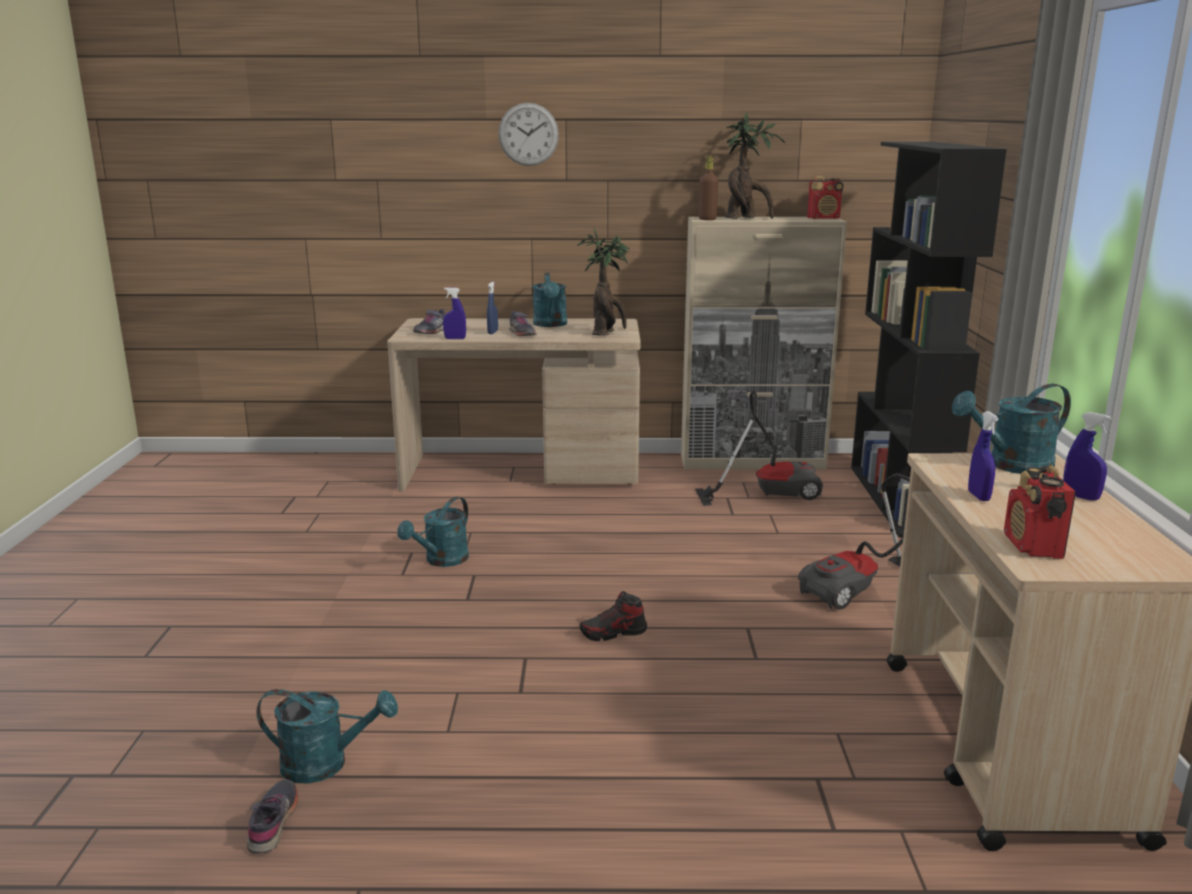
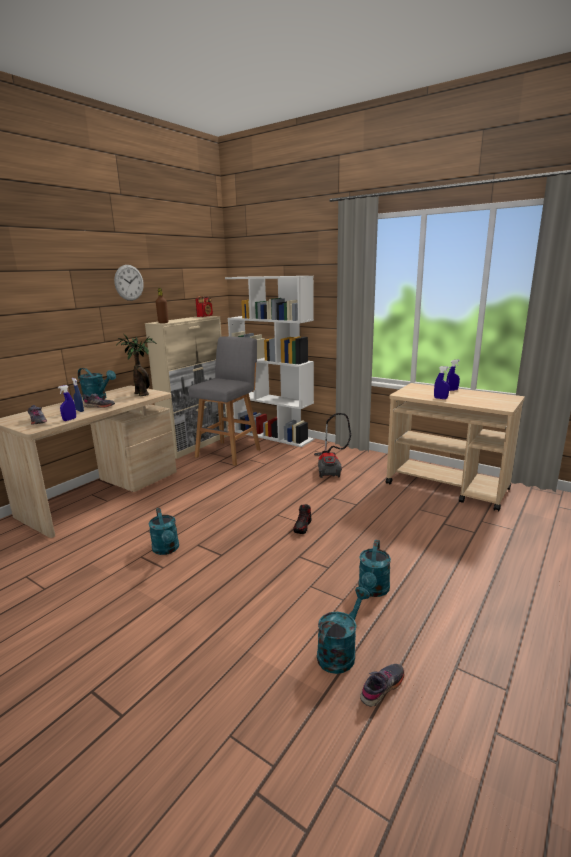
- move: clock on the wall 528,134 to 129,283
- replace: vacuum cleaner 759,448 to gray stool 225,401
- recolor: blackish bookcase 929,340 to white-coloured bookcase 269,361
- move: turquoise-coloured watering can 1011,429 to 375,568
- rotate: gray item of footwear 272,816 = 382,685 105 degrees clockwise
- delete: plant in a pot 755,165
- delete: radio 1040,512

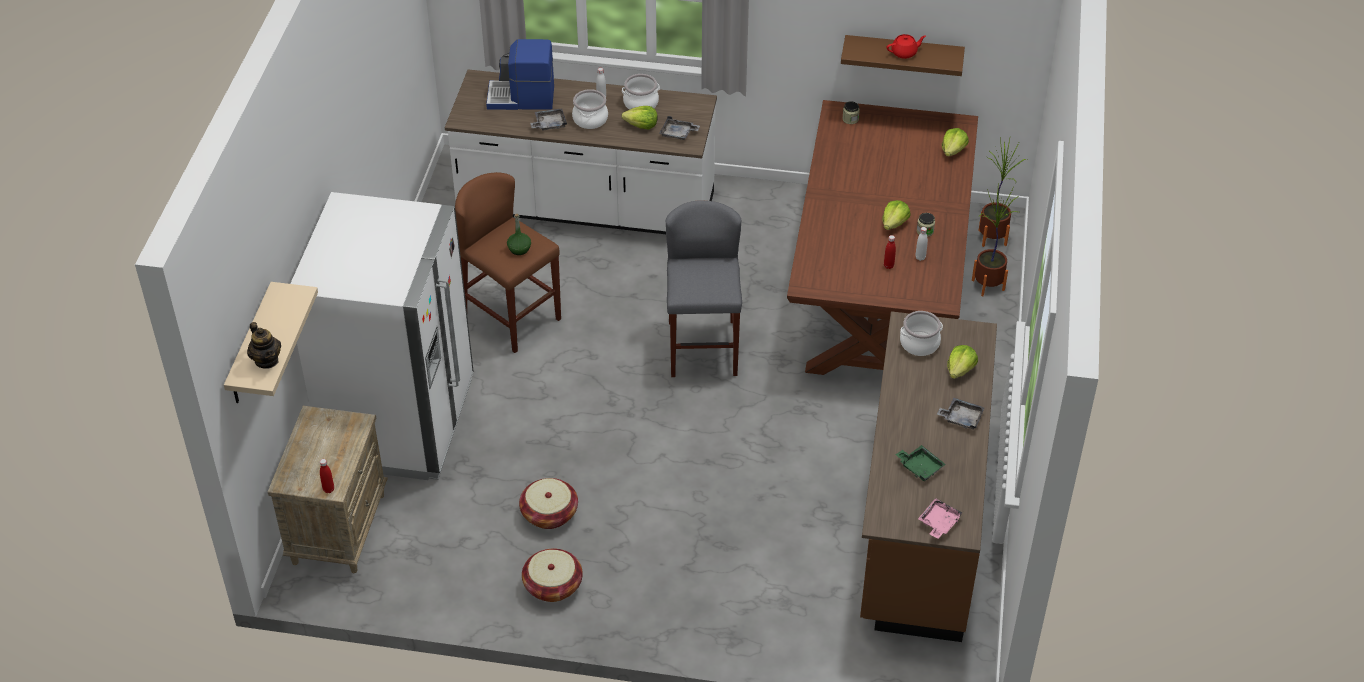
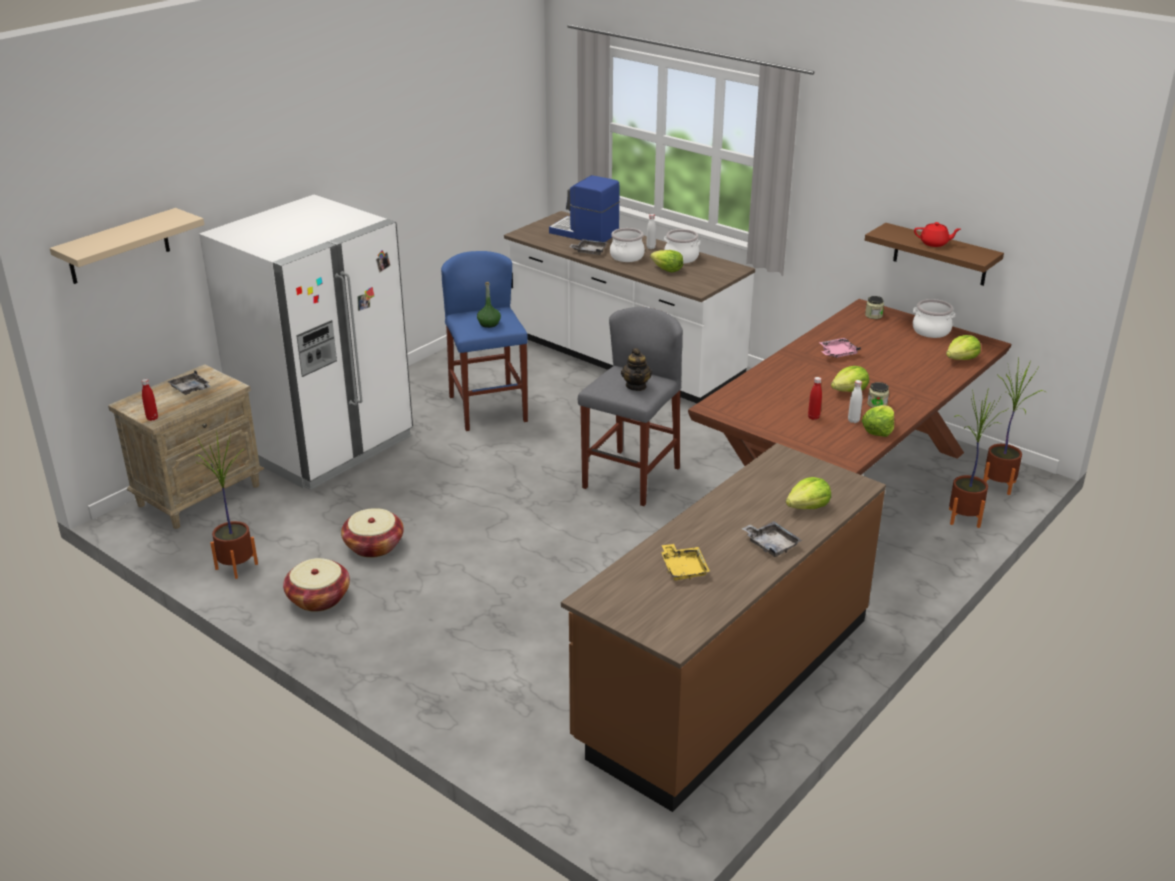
- move: gray serving tray 679,128 to 189,382
- insert: plant in a pot 226,504
- recolor: brown-coloured stool 508,262 to blue stool 484,341
- move: pot for tea 264,345 to 636,369
- recolor: greenish serving tray 921,463 to yellow-coloured serving tray 685,562
- move: pinkish serving tray 940,518 to 840,348
- insert: lettuce head 878,421
- move: cooking pot 921,333 to 934,318

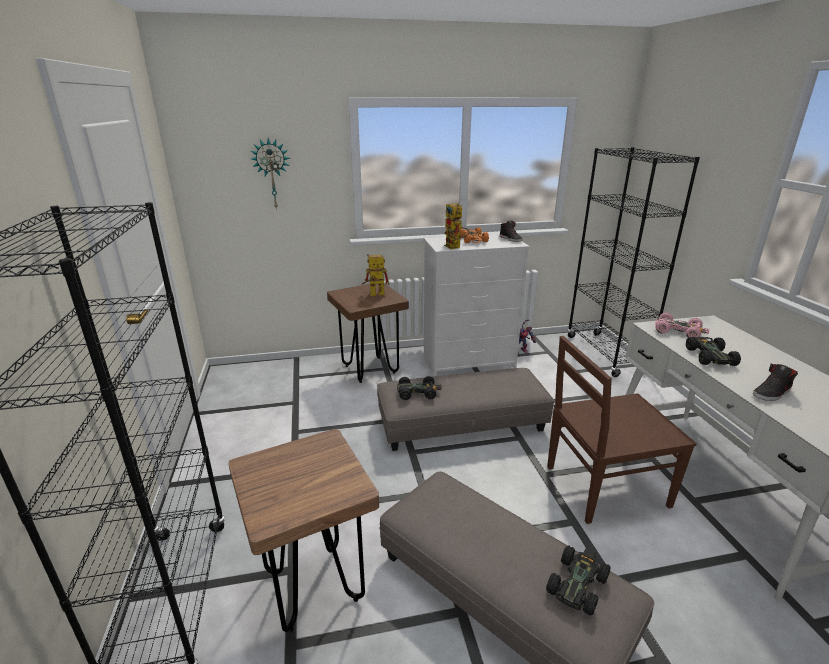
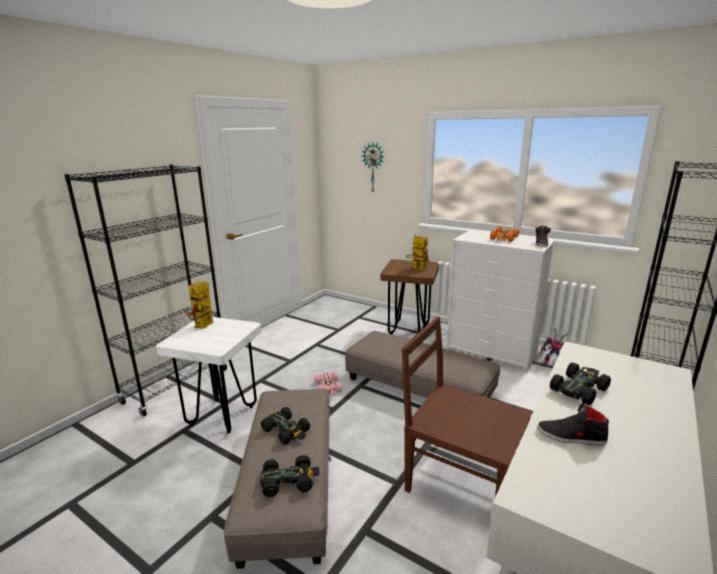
- recolor: brown-coloured stool 303,530 to white-coloured stool 208,375
- move: toy robot 457,226 to 200,305
- move: blackish model car 419,388 to 285,426
- move: pinkish model car 682,325 to 328,383

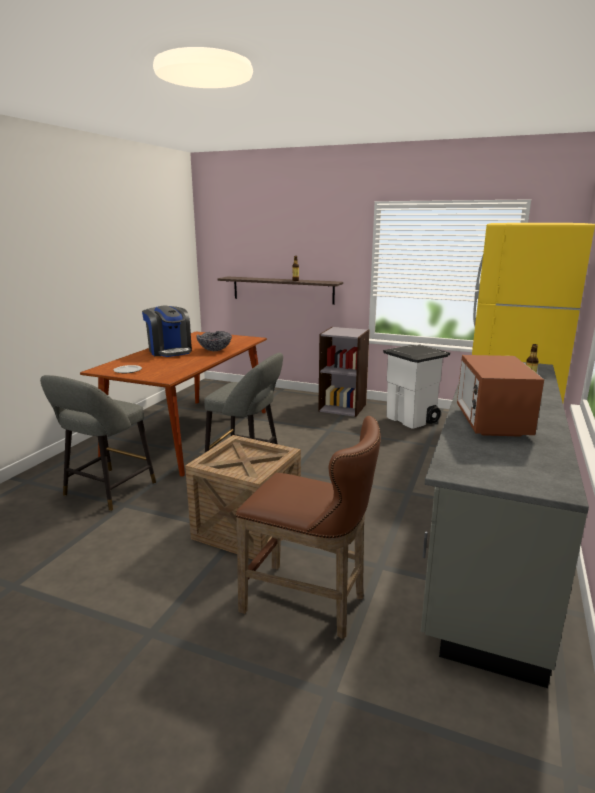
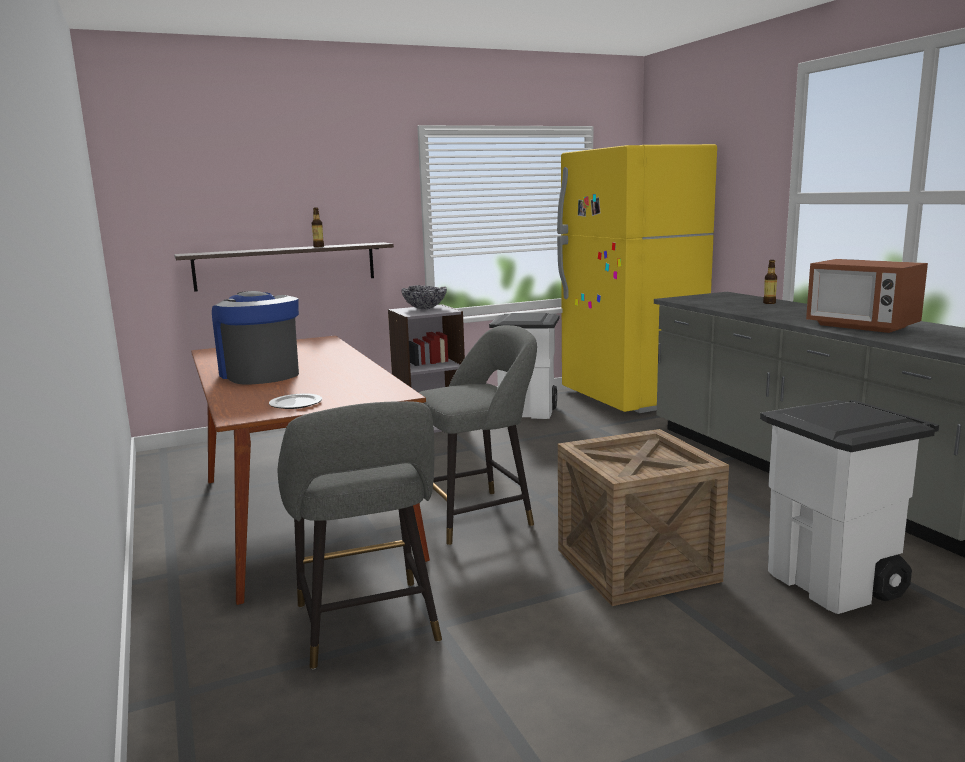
- rotate: coffee maker 167,331 = 255,338 135 degrees counterclockwise
- move: deep dish 214,341 to 424,297
- replace: brown-coloured stool 308,527 to white-coloured rubbish bin 849,507

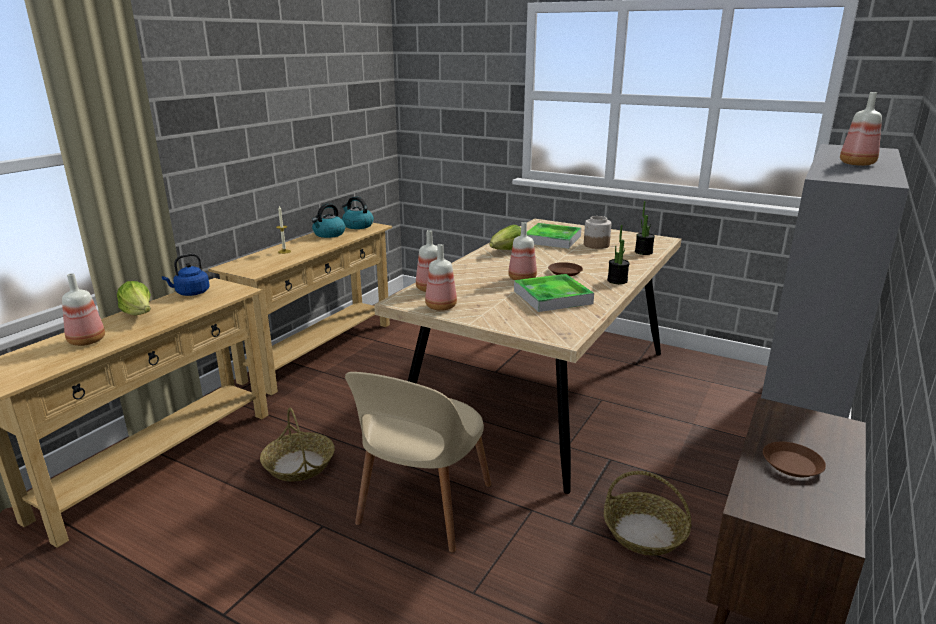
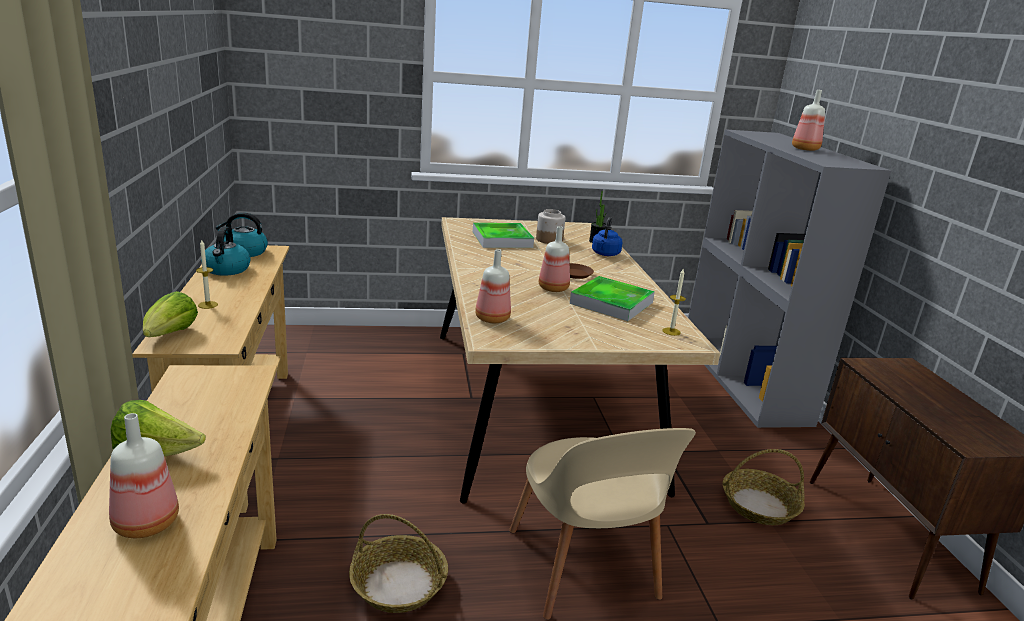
- move: lettuce head 505,237 to 170,314
- move: blue tea kettle 186,274 to 607,236
- insert: wax light 674,302
- delete: beverage bottle 441,277
- delete: plant in a pot 618,254
- delete: brown-coloured dinner plate 794,459

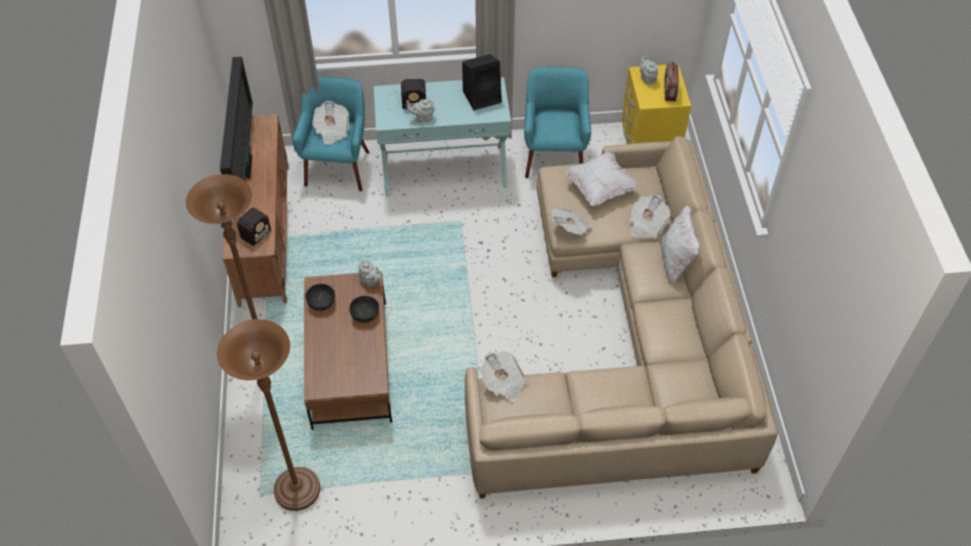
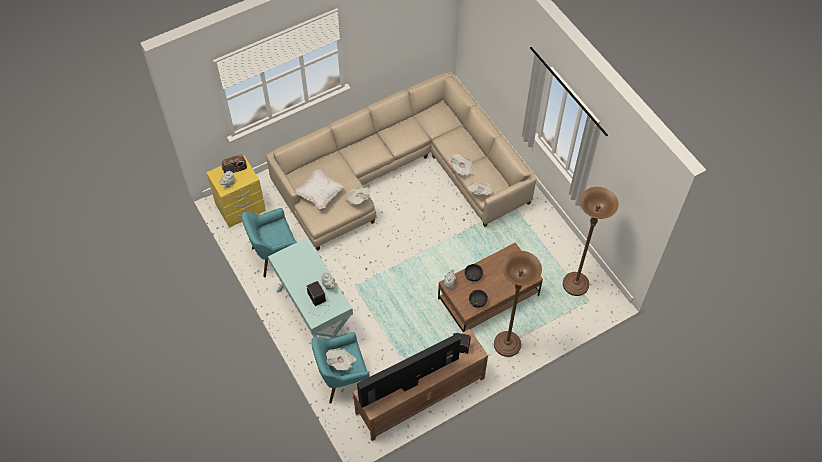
- move: daily paper 650,217 to 463,164
- delete: blackish audio speaker 482,82
- delete: white-coloured throw pillow 680,245

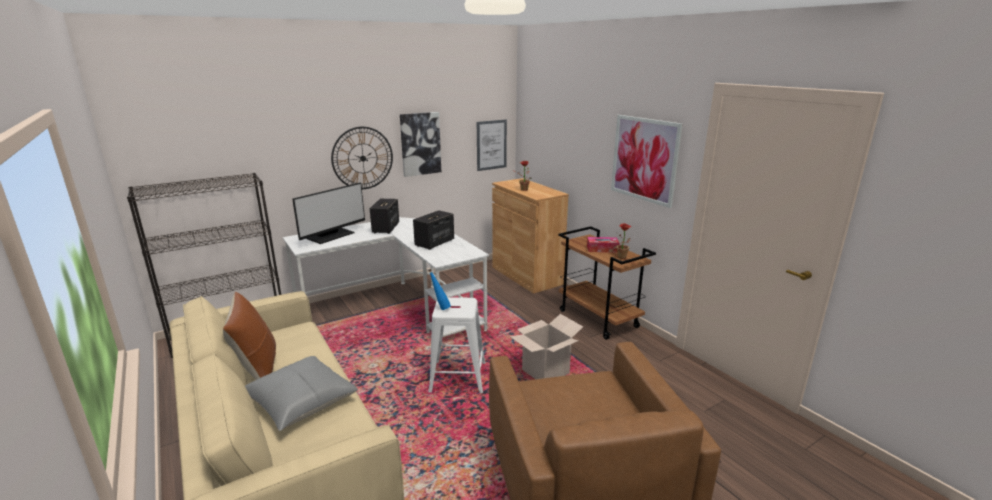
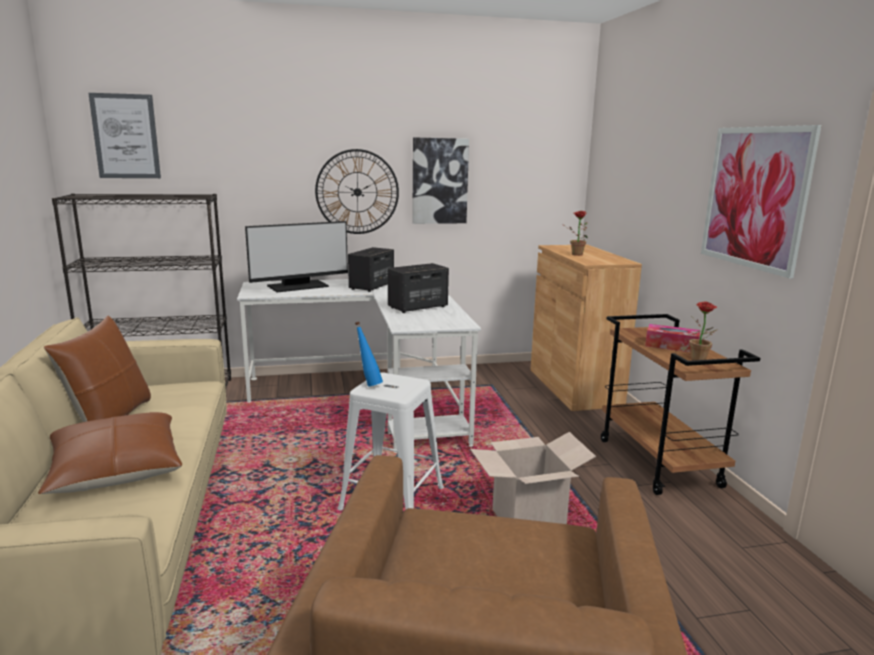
- recolor: gray throw pillow 301,393 to brown-coloured throw pillow 110,453
- move: picture 492,145 to 124,135

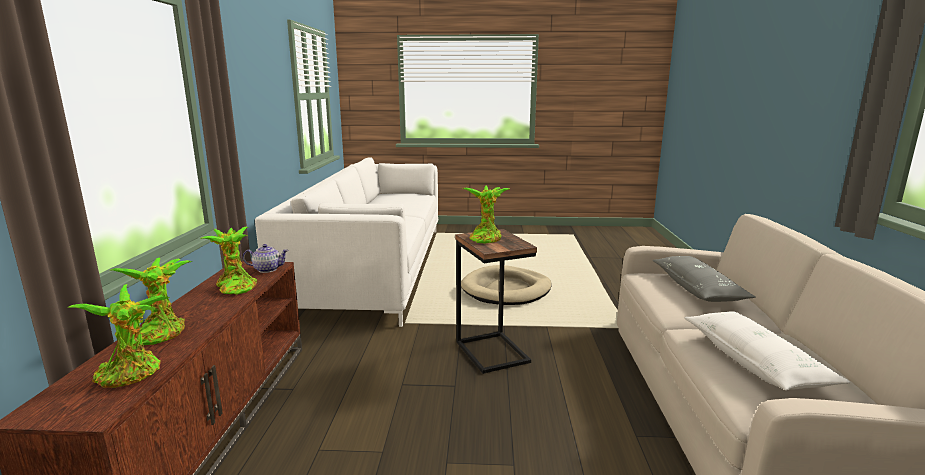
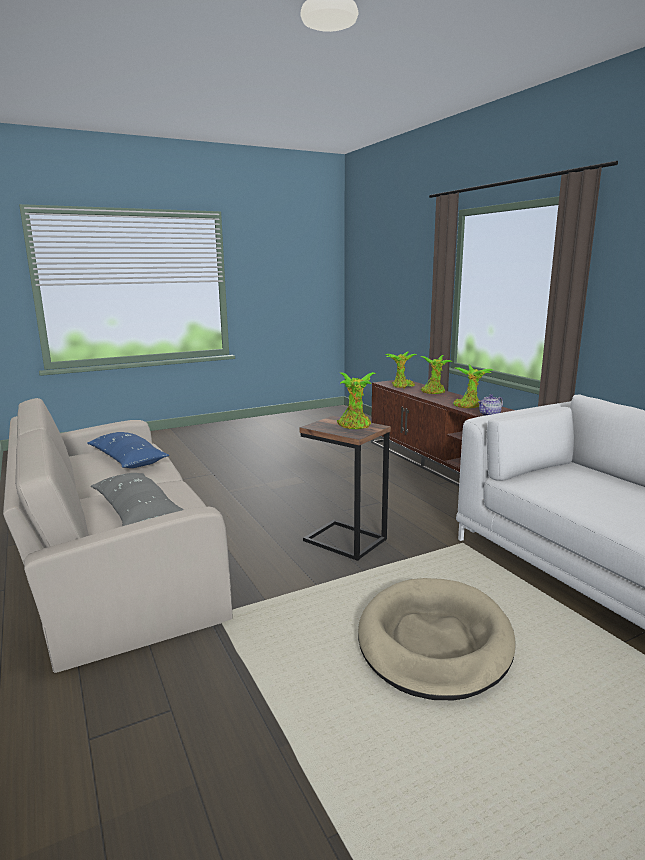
- recolor: white-coloured throw pillow 767,350 to blue throw pillow 128,450

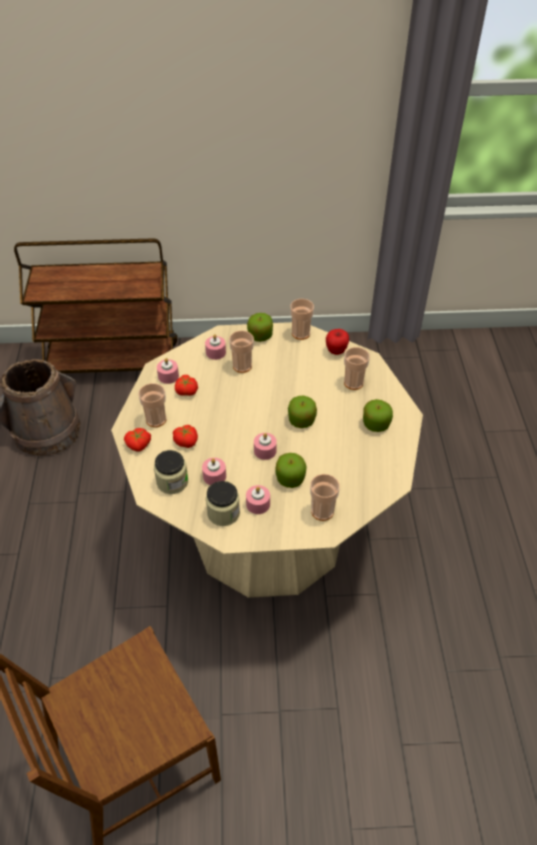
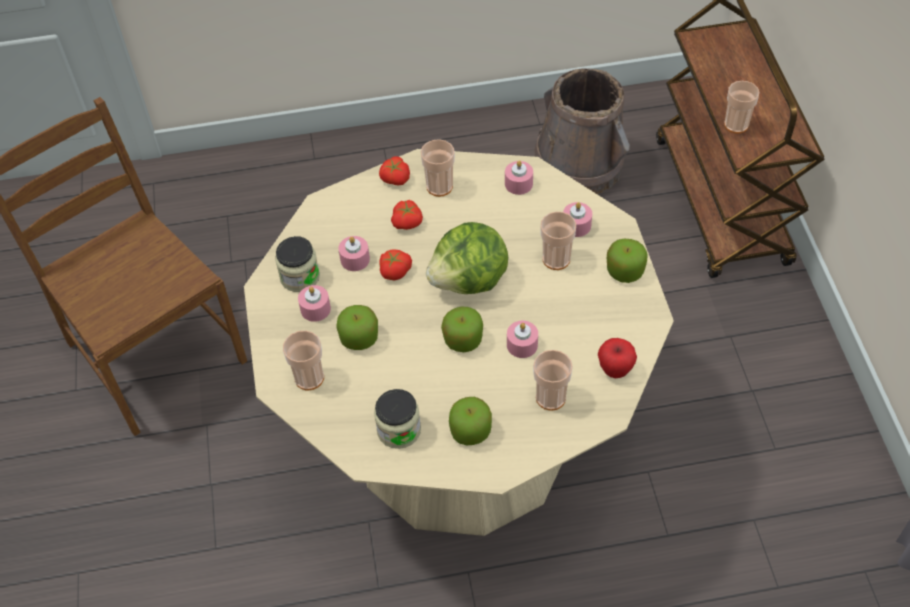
- move: storage jar 171,472 to 397,419
- move: tomato 186,385 to 395,265
- insert: lettuce head 467,258
- move: pinkish wax light 265,446 to 522,339
- move: cup 302,319 to 741,107

